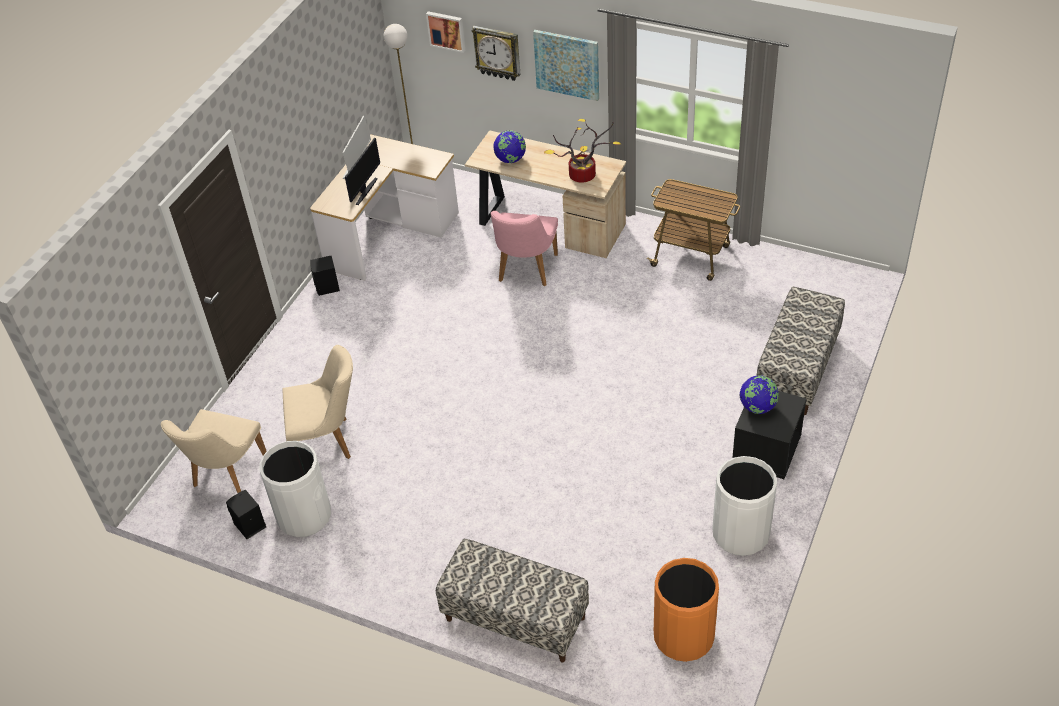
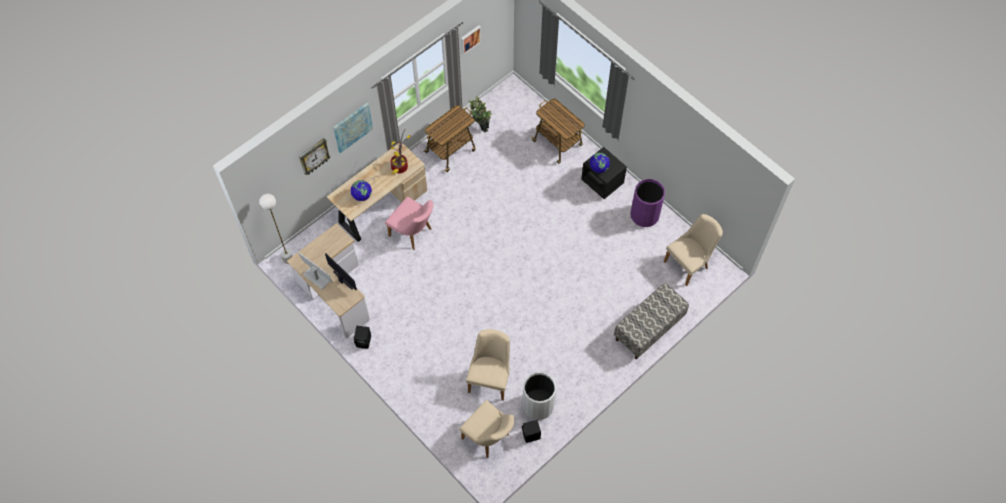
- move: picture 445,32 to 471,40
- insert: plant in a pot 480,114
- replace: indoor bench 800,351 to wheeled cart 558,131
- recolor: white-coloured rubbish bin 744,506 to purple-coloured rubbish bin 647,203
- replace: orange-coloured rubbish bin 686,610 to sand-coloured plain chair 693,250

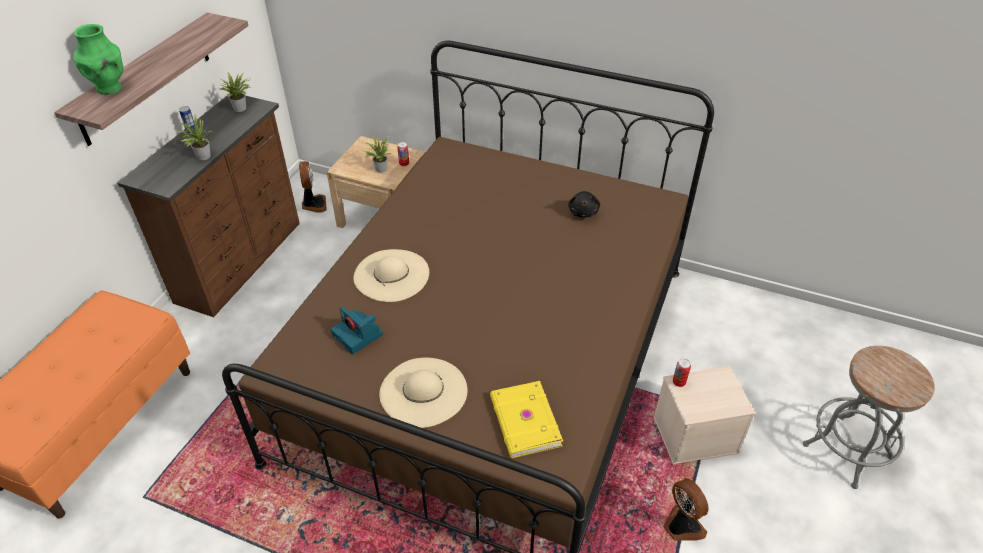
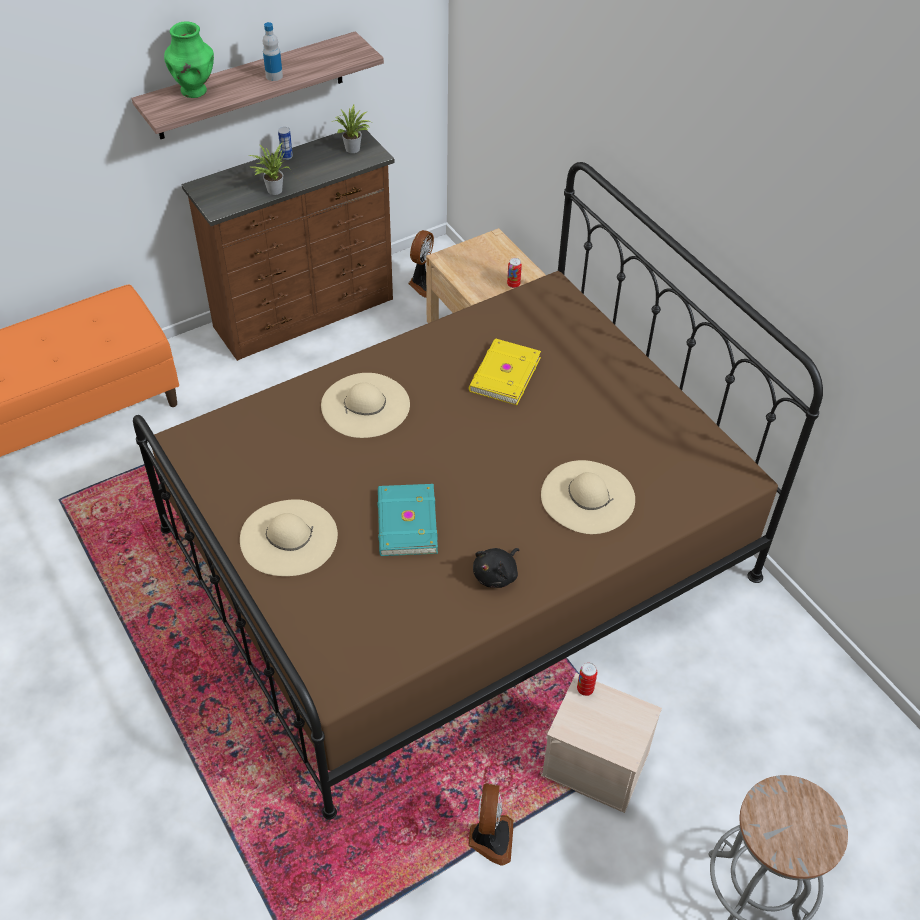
- insert: beverage bottle 273,51
- insert: turquoise-coloured book 408,520
- move: yellow-coloured book 526,419 to 505,372
- move: blackish soft toy 584,204 to 496,568
- insert: sand-coloured wearable hat 588,497
- delete: still camera 357,331
- delete: plant in a pot 376,154

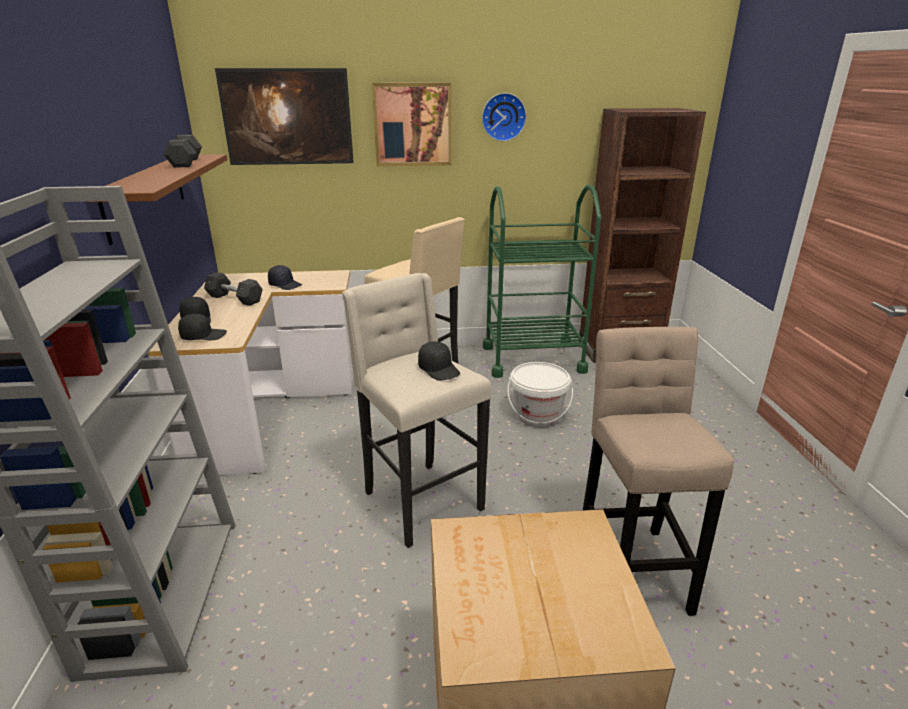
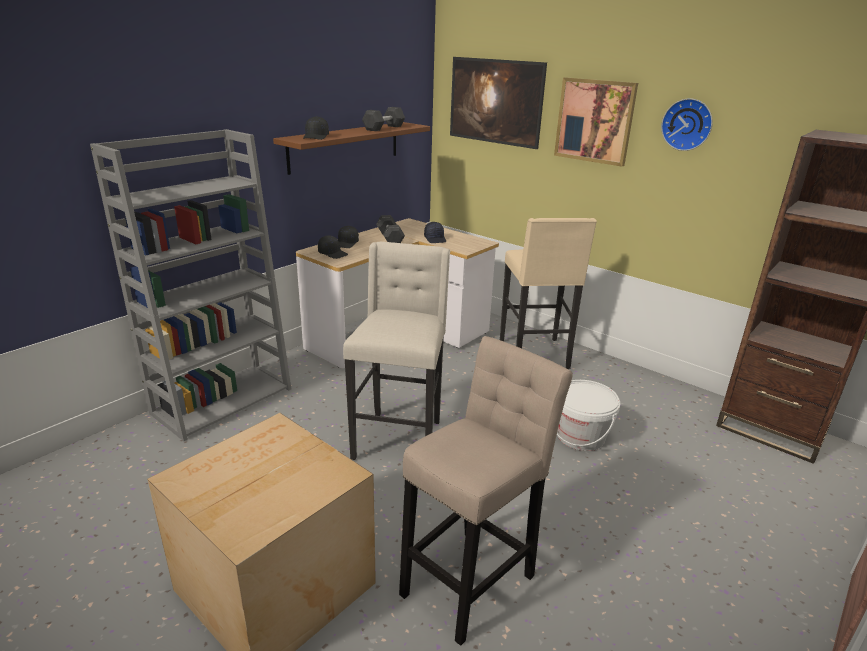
- move: blackish peaked cap 439,361 to 316,128
- delete: greenish wheeled cart 542,281

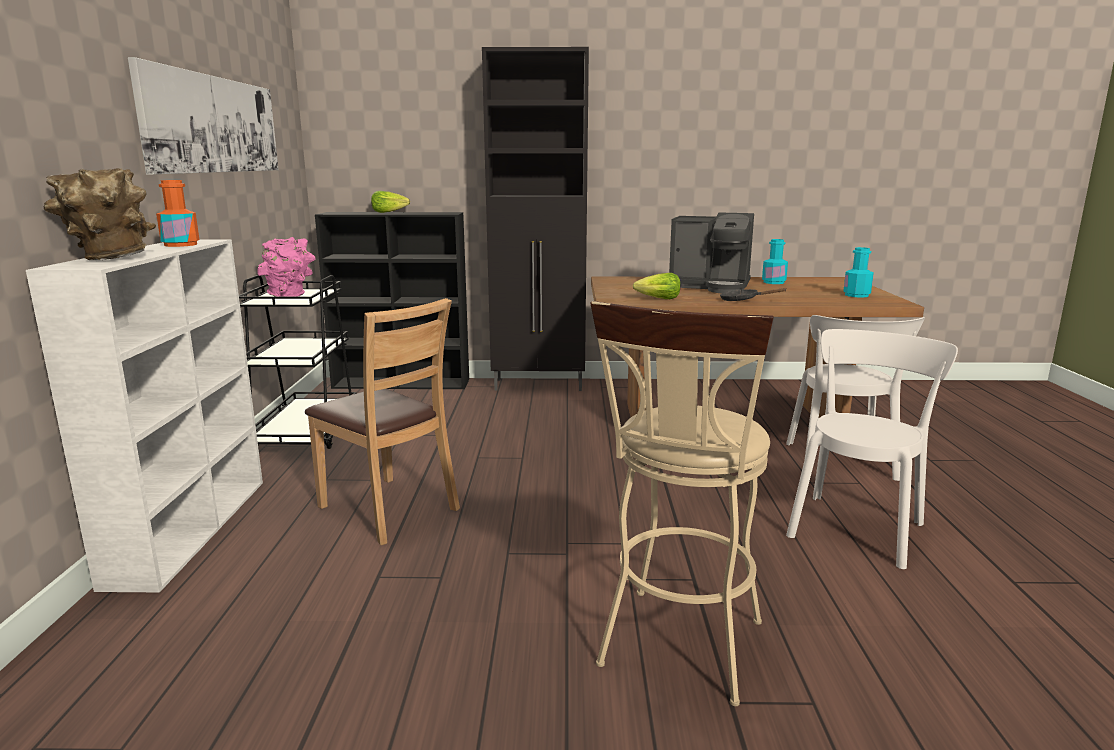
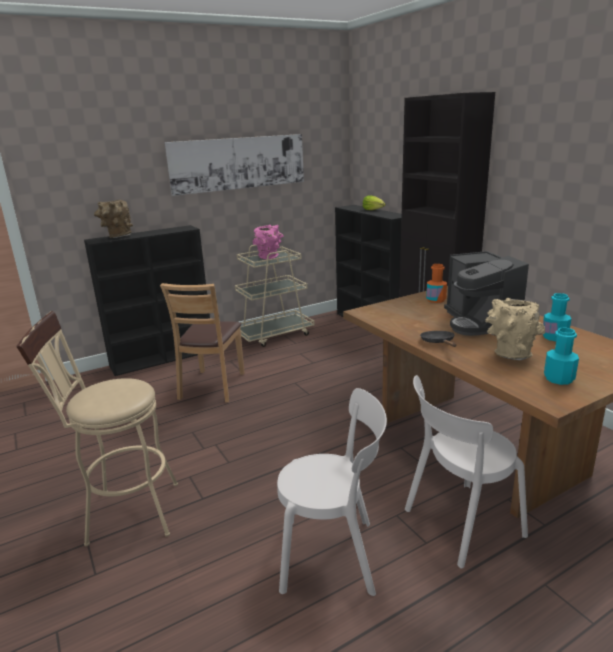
- recolor: white-coloured bookcase 144,415 to blackish bookcase 147,300
- recolor: blackish wheeled cart 297,362 to sand-coloured wheeled cart 274,296
- move: orange-coloured beverage bottle 178,213 to 436,283
- insert: sand-coloured flower vase 515,329
- delete: lettuce head 656,286

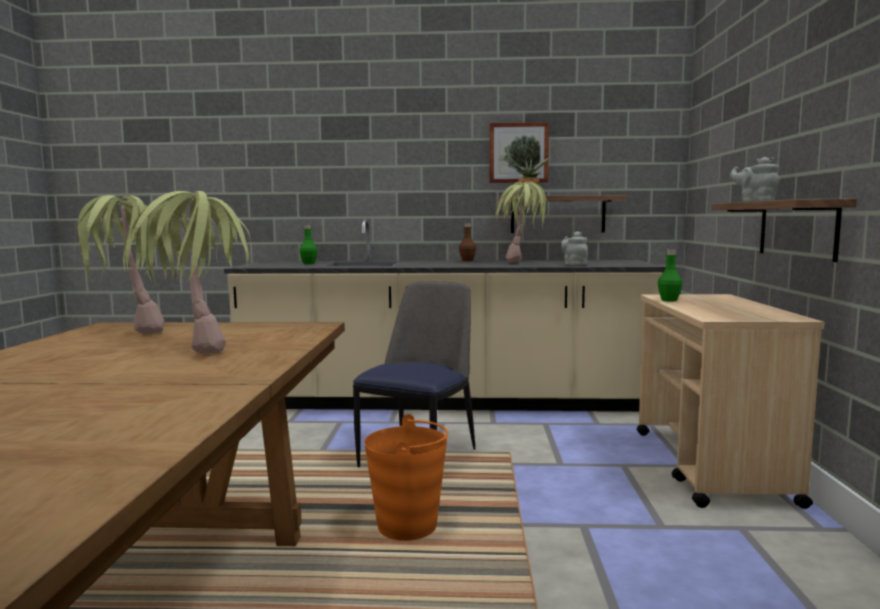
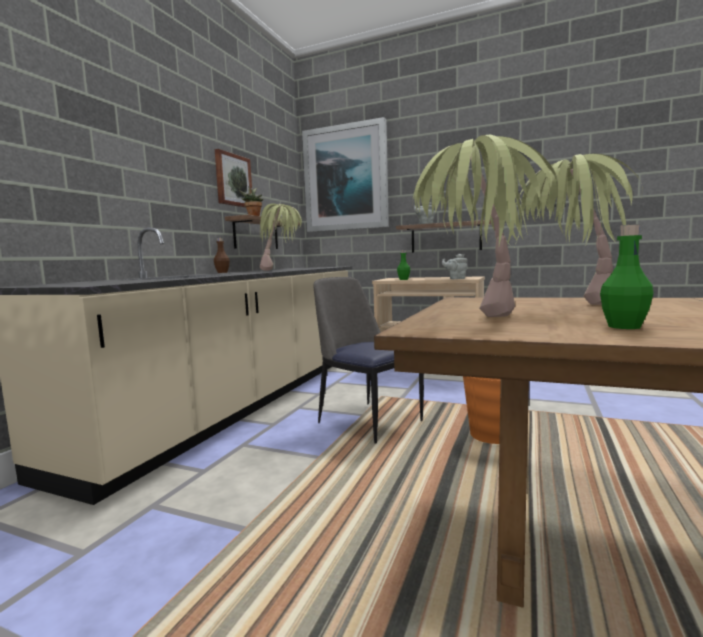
- insert: picture 345,174
- move: gray pot for tea 574,248 to 454,266
- move: greenish beverage bottle 308,244 to 627,276

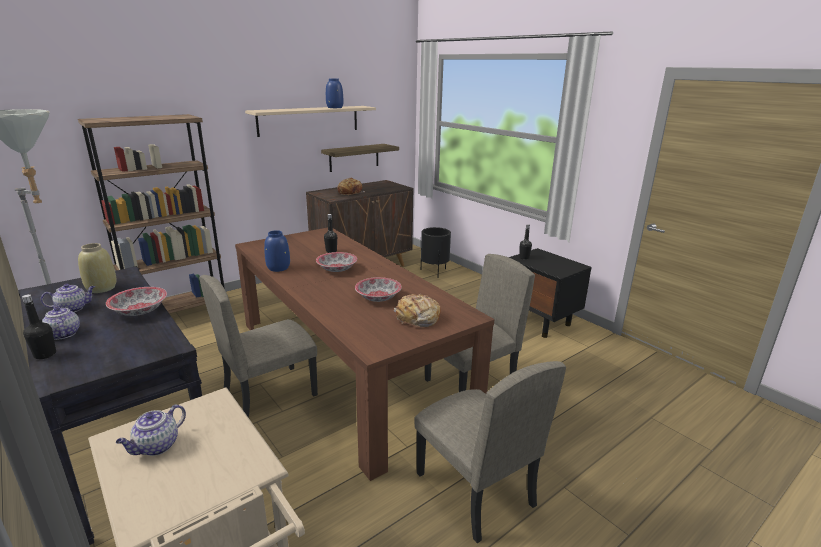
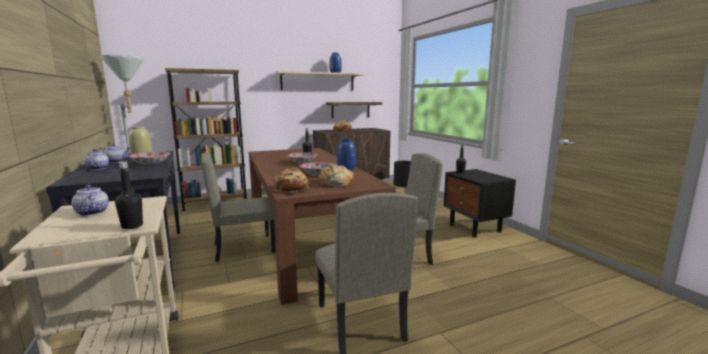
- rotate: pot for tea 151,430 = 90,200 90 degrees clockwise
- move: blackish beverage bottle 39,327 to 129,195
- insert: bread 291,180
- move: blue flower vase 277,251 to 346,154

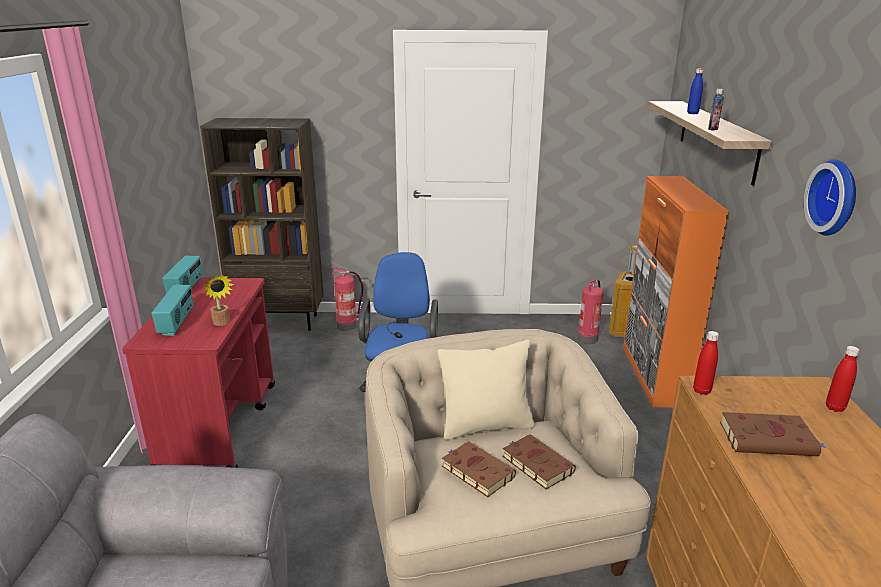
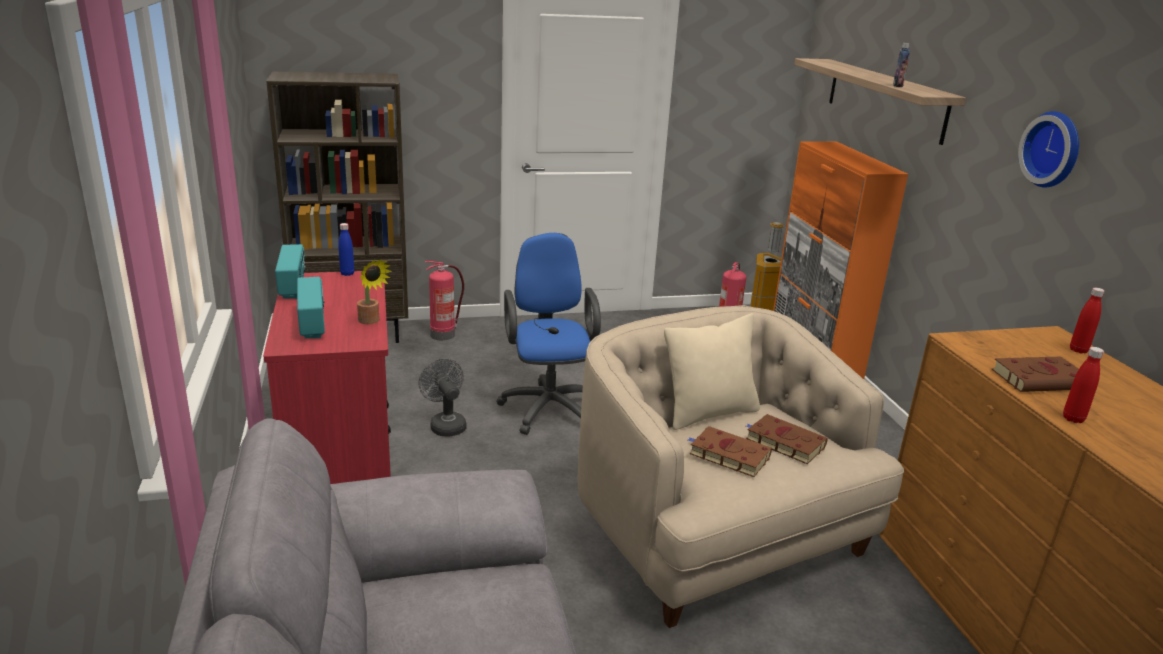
- move: blue beverage bottle 695,91 to 346,249
- insert: gray cooling fan 442,397
- move: red-coloured beverage bottle 706,363 to 1083,385

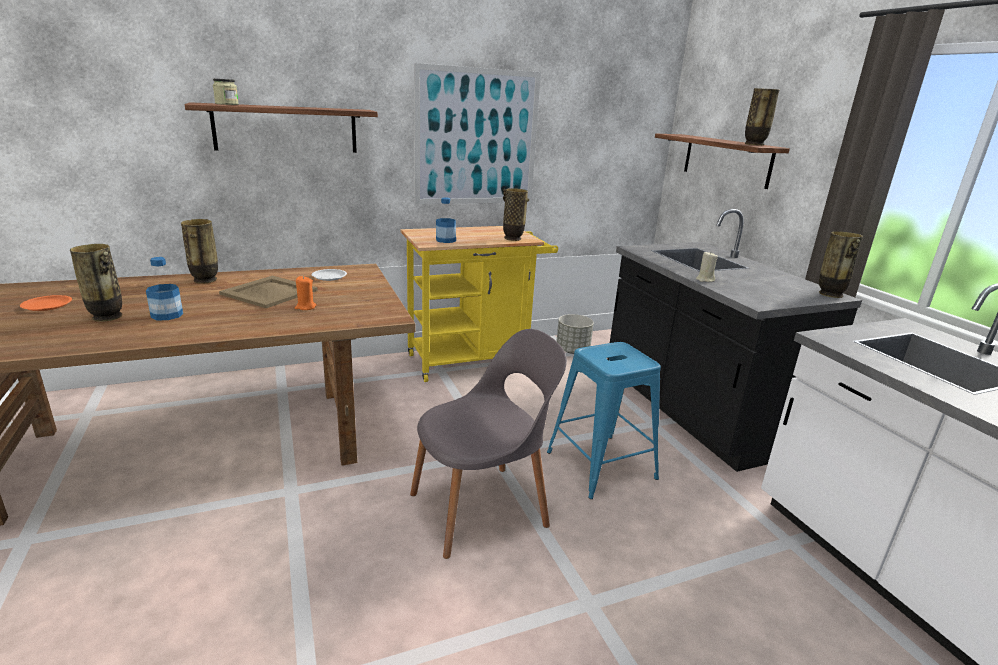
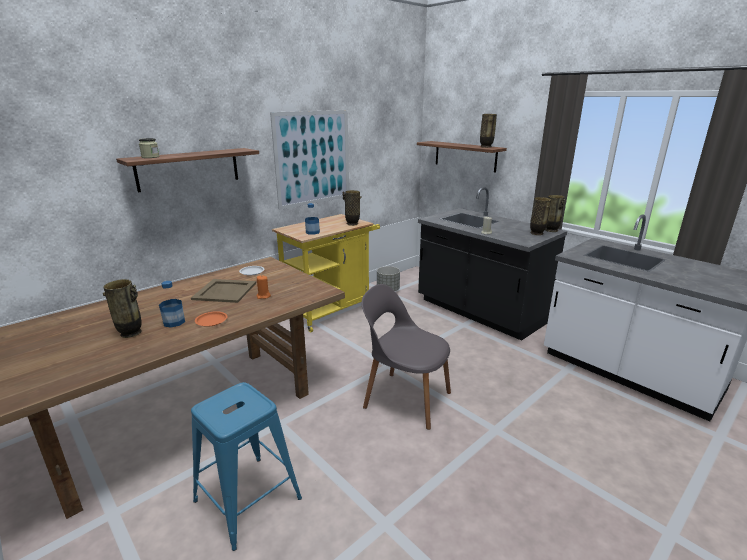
- move: blue stool 604,420 to 246,466
- move: orange-coloured dinner plate 46,303 to 211,319
- rotate: gray plain chair 488,444 = 406,357 105 degrees counterclockwise
- move: flower vase 199,251 to 540,216

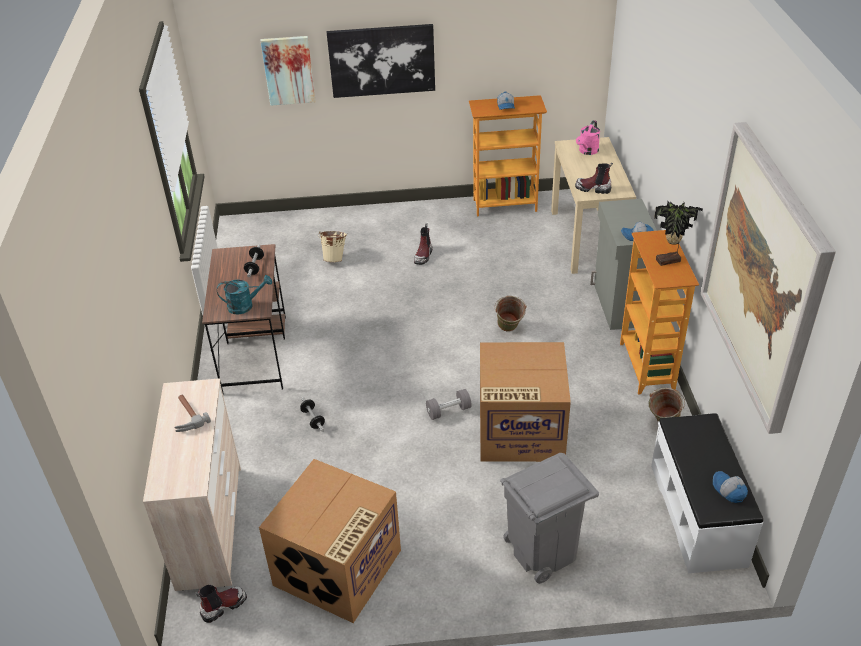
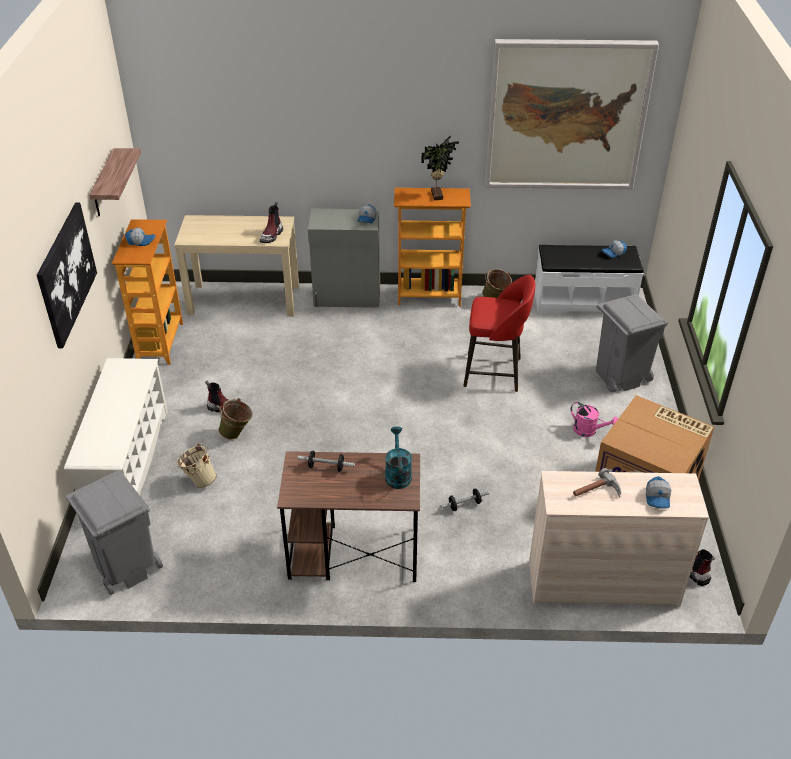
- insert: white-coloured shoe stand 116,426
- insert: gray rubbish bin 114,533
- insert: shelf 115,182
- move: greenish water bucket 511,314 to 236,419
- replace: packing box 525,402 to red-coloured stool 499,333
- move: pinkish watering can 588,137 to 594,419
- insert: peaked cap 659,492
- delete: picture 288,71
- delete: gray dumbbell 449,404

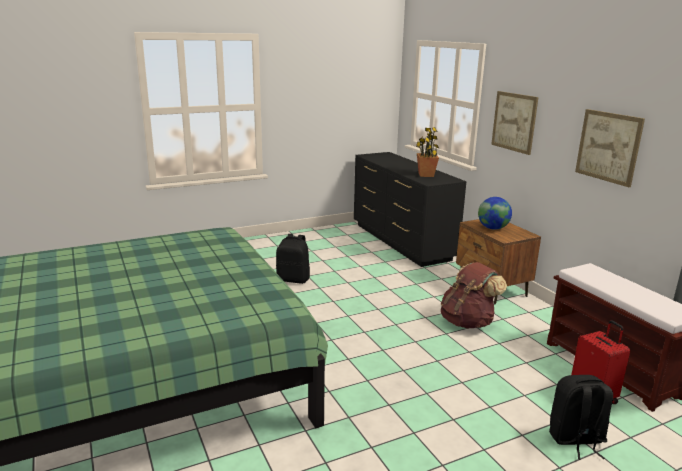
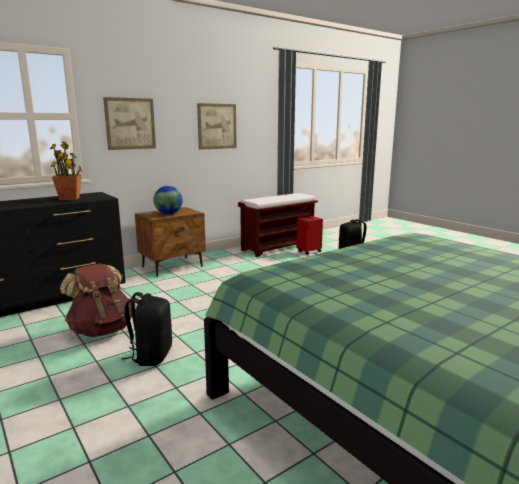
- move: brown-coloured rucksack 474,295 to 96,300

